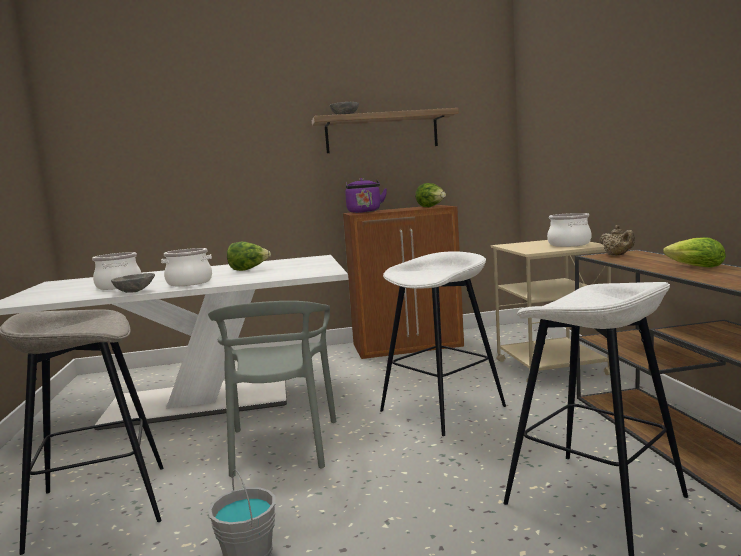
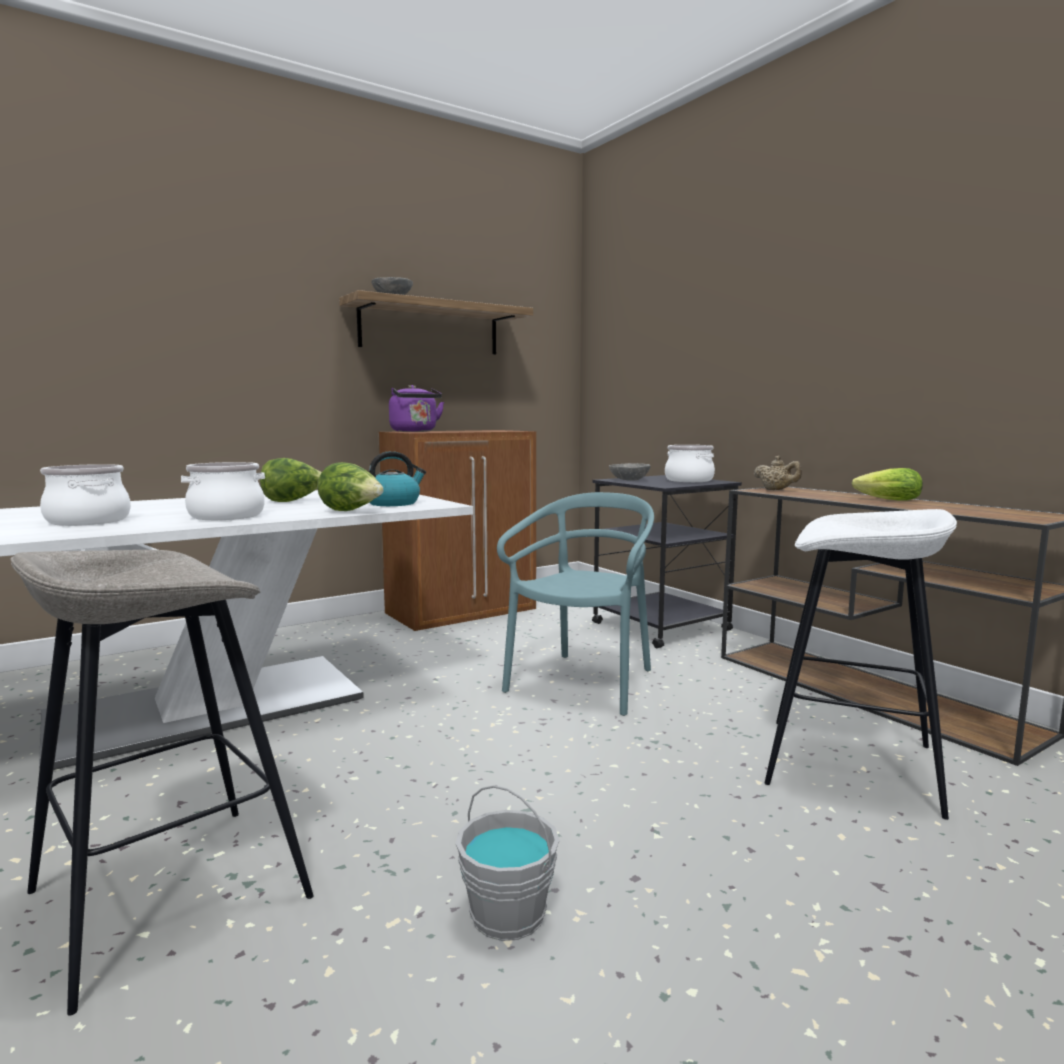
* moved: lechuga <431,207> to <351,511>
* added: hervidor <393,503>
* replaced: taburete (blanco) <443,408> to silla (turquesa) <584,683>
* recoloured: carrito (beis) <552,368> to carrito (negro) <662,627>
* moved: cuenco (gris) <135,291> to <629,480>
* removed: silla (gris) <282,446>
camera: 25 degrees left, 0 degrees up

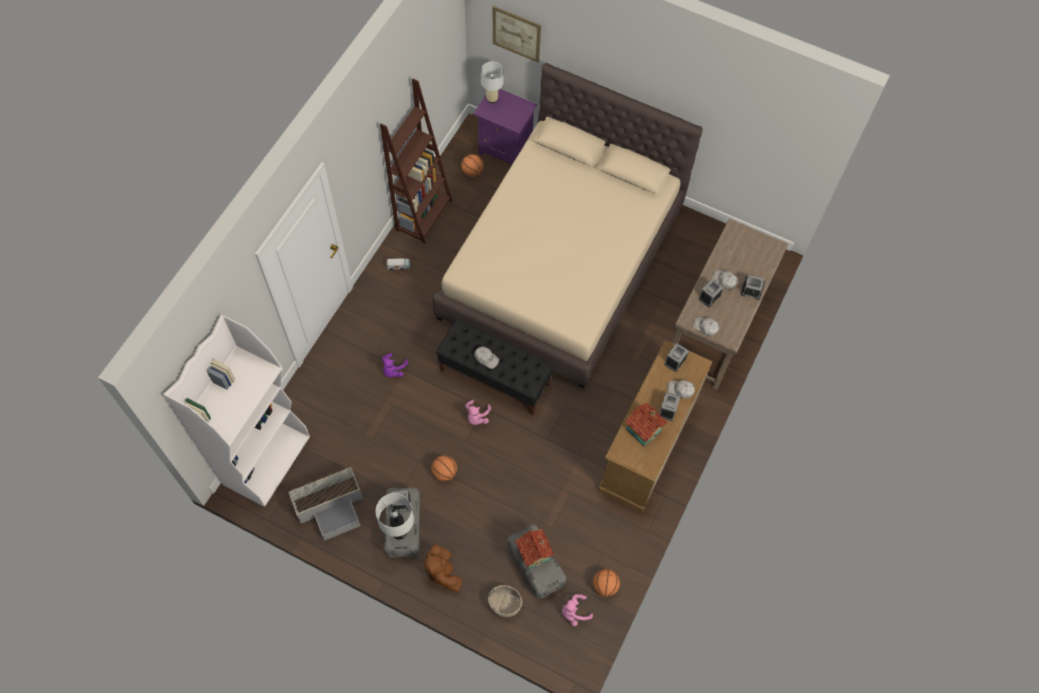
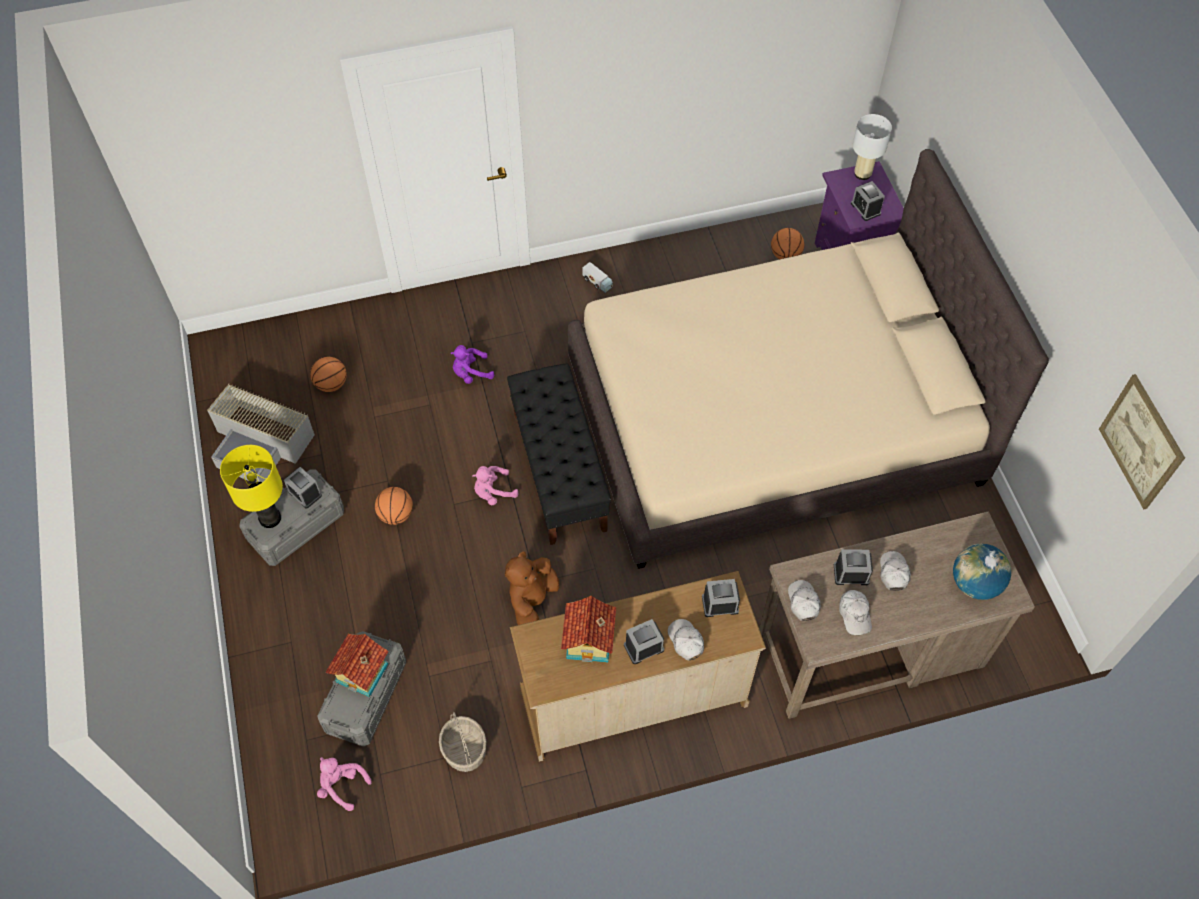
* recoloured: lámpara de mesa (blanco) <399,532> to lámpara de mesa (amarillo) <270,518>
* moved: balón de baloncesto <605,586> to <331,384>
* moved: cesta <504,604> to <464,749>
* moved: peluche (marrón) <442,572> to <532,599>
* moved: gorra (blanco) <486,358> to <855,614>
* moved: despertador <751,291> to <865,208>
* added: globo terráqueo <974,583>
* moved: cuadro <516,34> to <1141,442>
* removed: estantería (blanco) <266,459>
* removed: estantería (marrón) <424,215>
camera: 50 degrees right, 5 degrees down

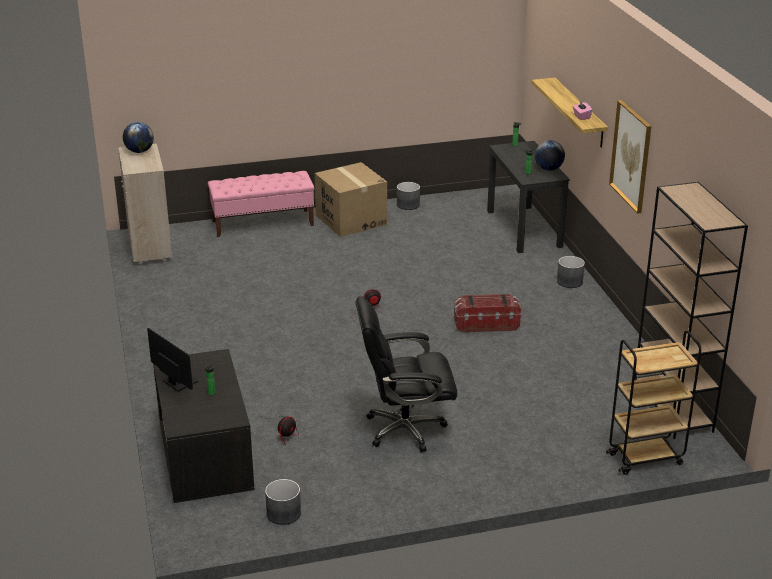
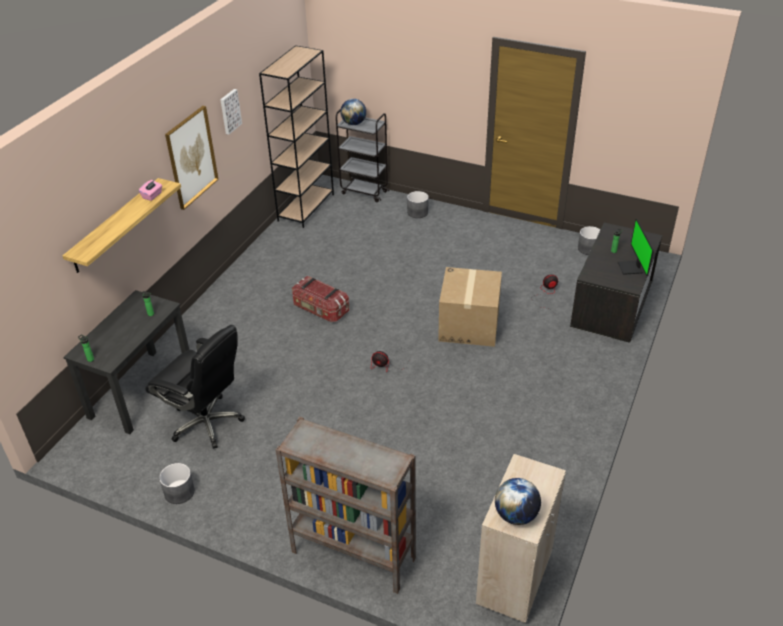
* moved: silla de oficina (negro) <406,429> to <205,422>
* added: cuadro <229,111>
* replaced: banco (rosa) <263,223> to estantería (gris) <353,555>
* recoloured: carrito (marrón) <645,460> to carrito (gris) <365,192>
* moved: globo terráqueo <548,169> to <354,123>
* moved: maceta (gris) <570,282> to <417,212>
* moved: caja de cartón <351,220> to <469,325>
camera: 140 degrees left, 10 degrees up

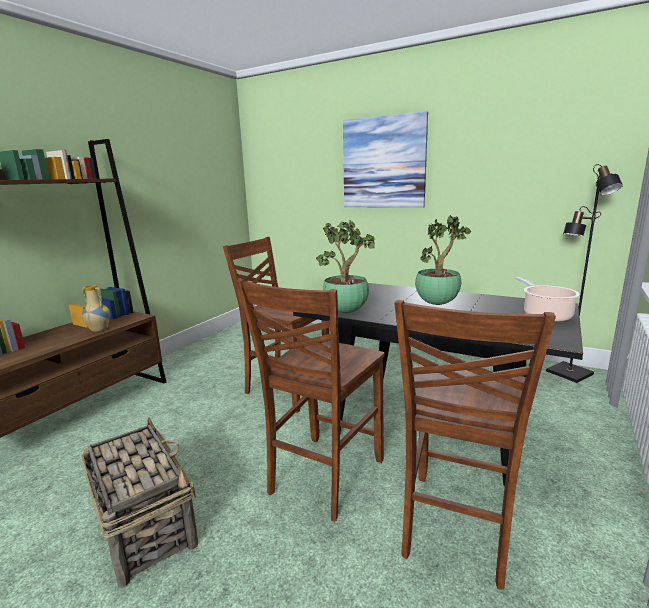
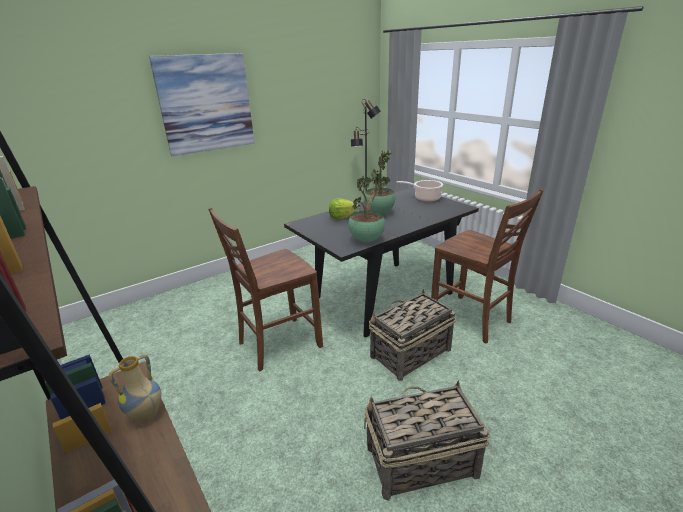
* added: lechuga <342,217>
* replaced: silla (marrón) <323,476> to cesta <410,353>
camera: 65 degrees left, 10 degrees up

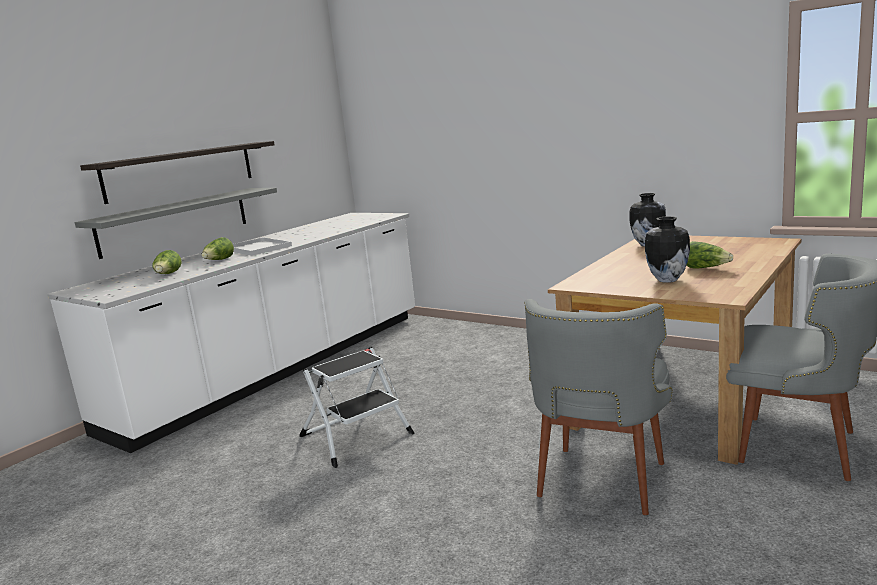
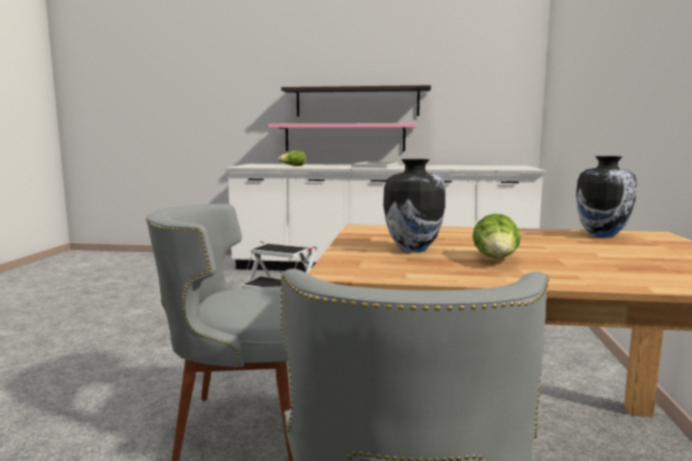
* recoloured: estante (gris) <175,221> to estante (rosa) <344,137>
* removed: lechuga <219,260>
camera: 60 degrees right, 5 degrees down

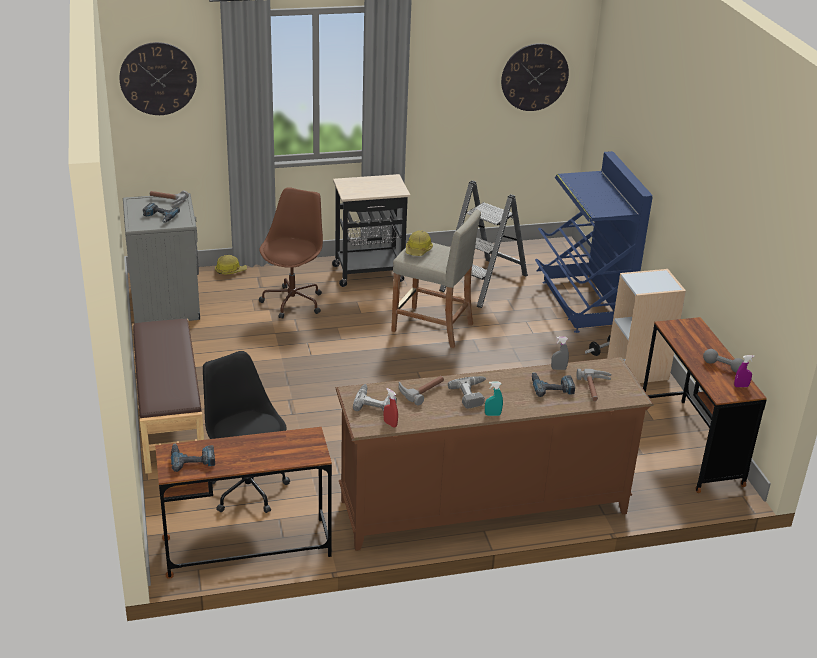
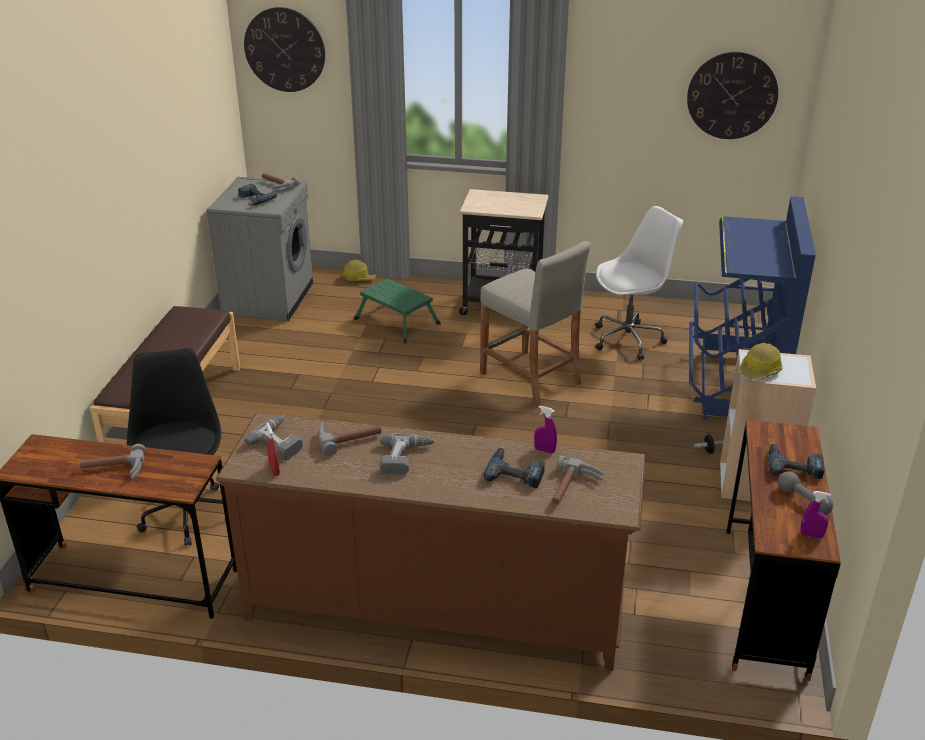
* added: martillo <113,471>
* replaced: silla de oficina (marrón) <293,302> to escalera de tijera (verde) <397,321>
* recoloured: pulverizador (gris) <558,368> to pulverizador (morado) <544,450>
* replaced: escalera de tijera (gris) <484,282> to silla de oficina (blanco) <629,340>
* moved: casco <418,250> to <759,371>
* moved: taladro <192,459> to <794,465>
* removed: pulverizador (turquesa) <492,414>
camera: 25 degrees right, 0 degrees up

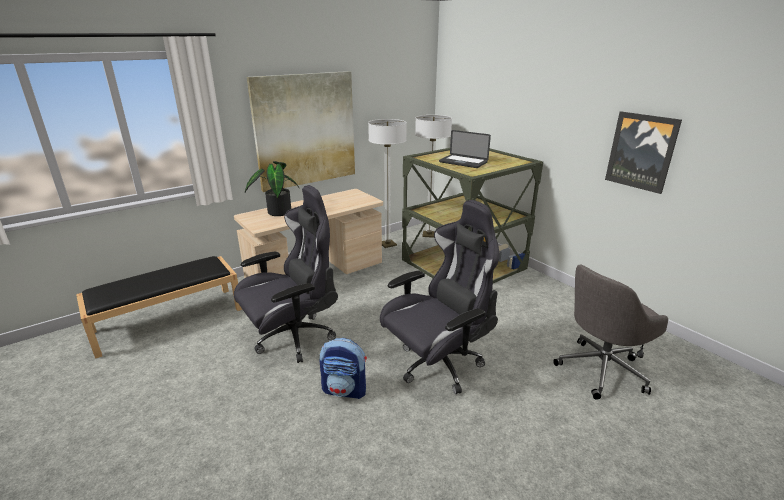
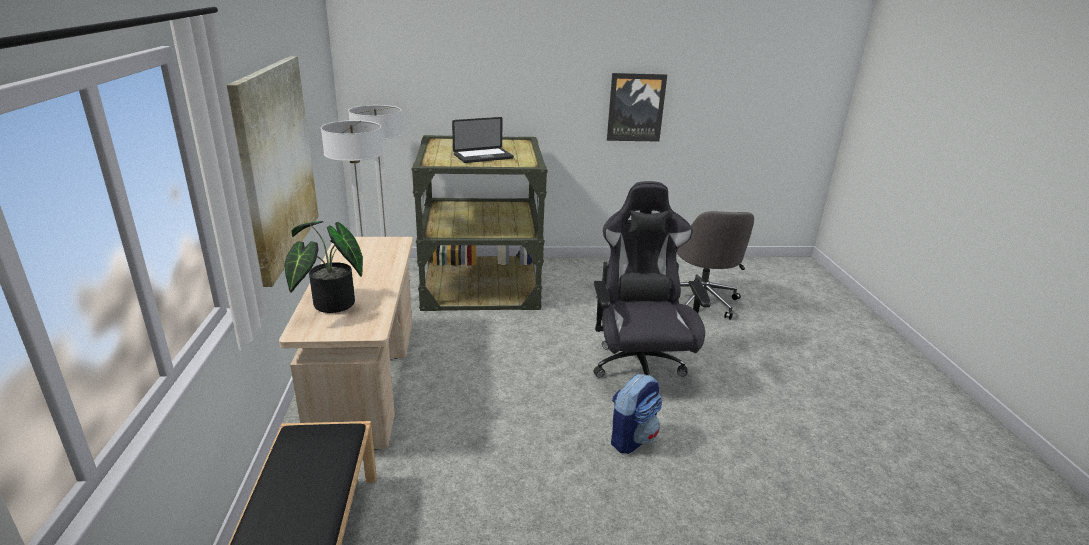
* removed: silla de oficina (negro) <290,340>
camera: 60 degrees left, 0 degrees up

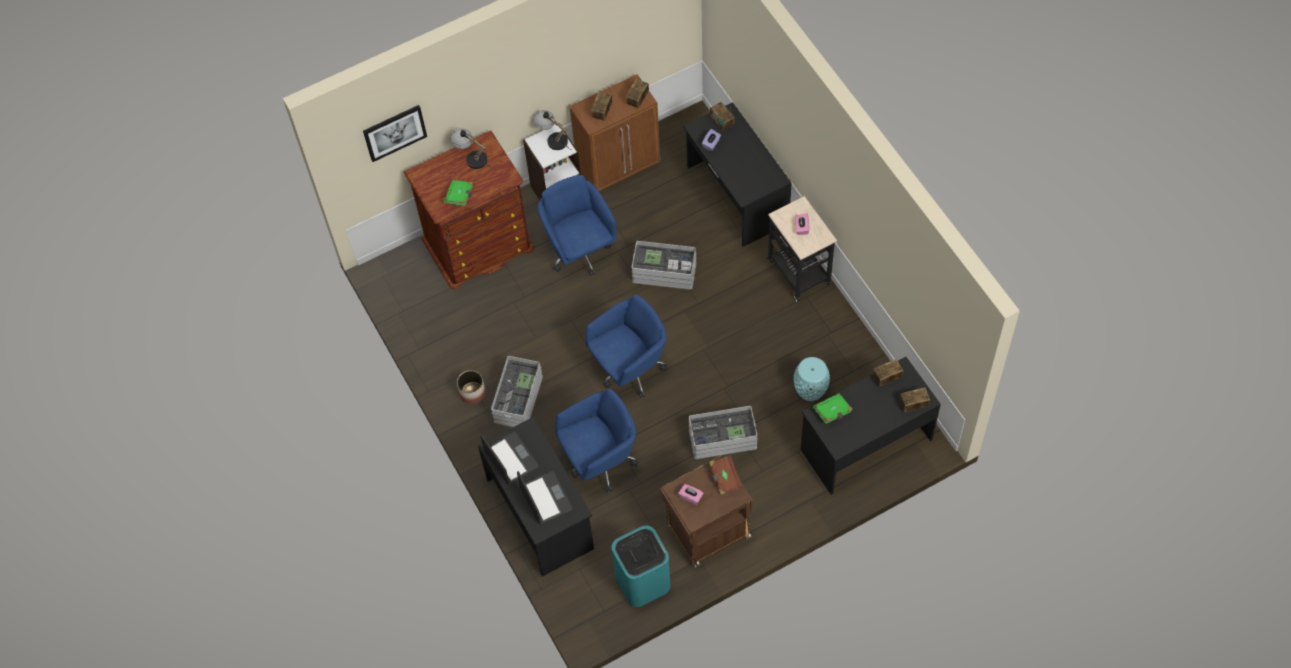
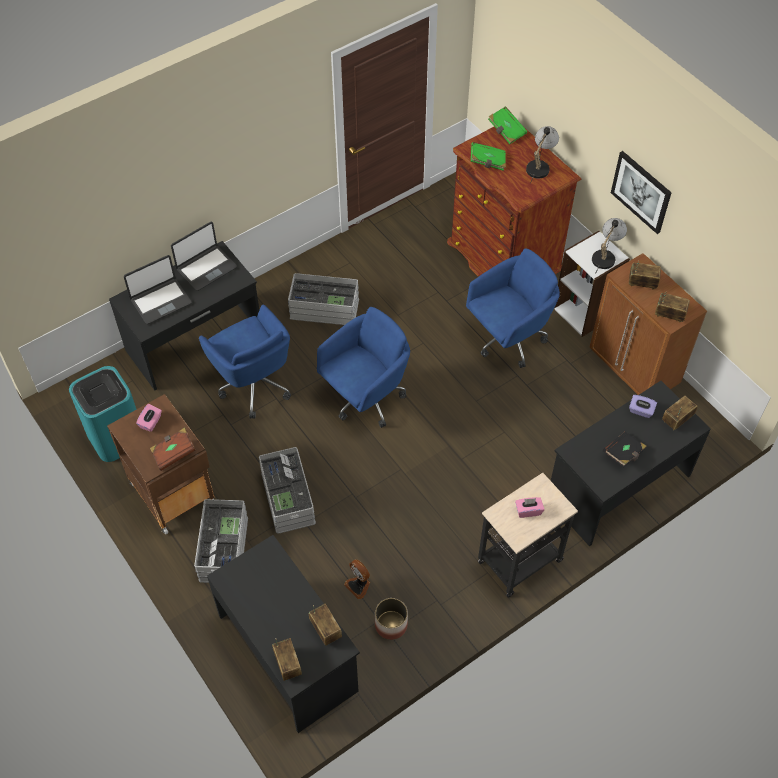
* moved: caja de almacenaje (gris) <664,271> to <224,548>
* turned: silla de oficina (azul) <629,371> = <365,401> 90 degrees counterclockwise
* replaced: taburete (turquesa) <810,389> to ventilador <359,585>
* moved: maceta <472,393> to <390,625>
* moved: libro (verde) <832,412> to <506,131>
* added: libro (negro) <623,454>
* moved: cuadro <394,132> to <641,191>
camera: 80 degrees right, 5 degrees down

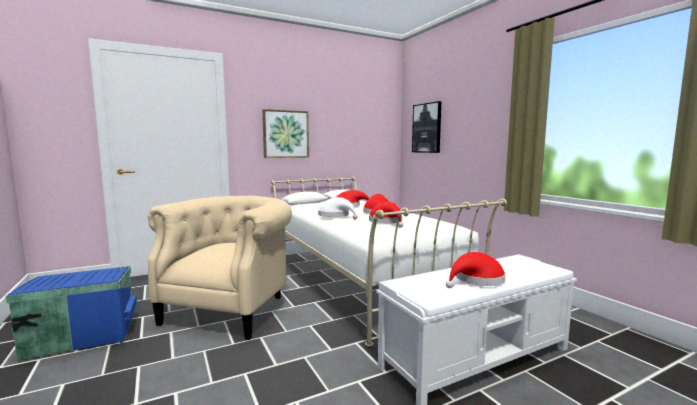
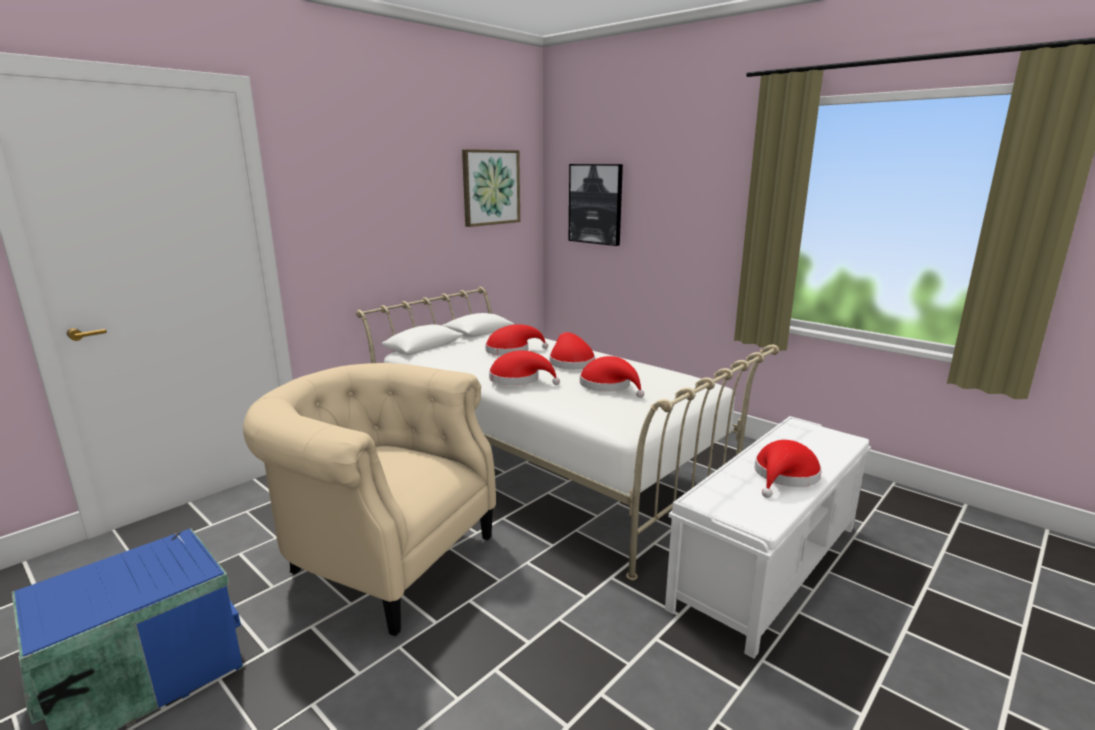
* turned: sillón (beis) <232,309> = <382,558> 60 degrees counterclockwise
* moved: cuadro <286,134> to <490,187>
* recoloured: sombrero (blanco) <336,216> to sombrero (rojo) <518,379>
camera: 20 degrees left, 10 degrees up

